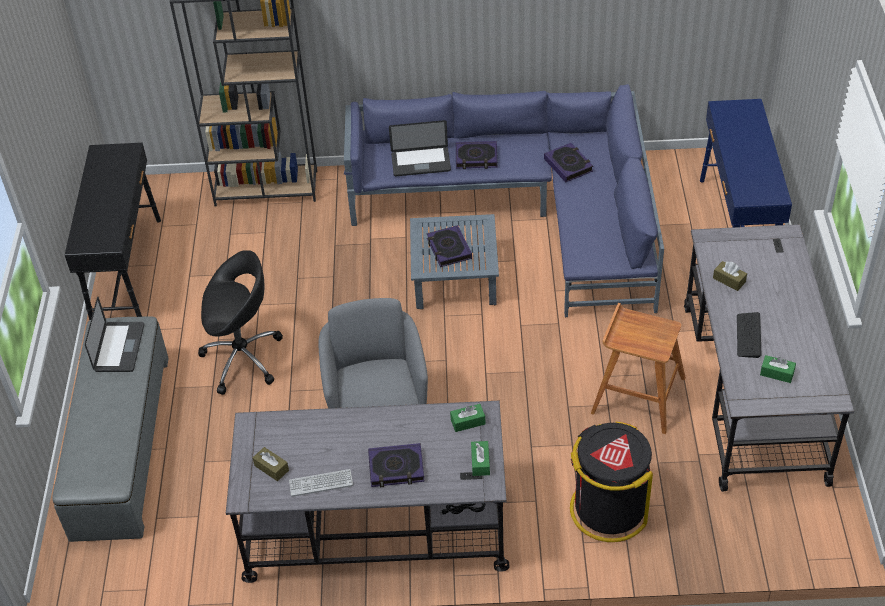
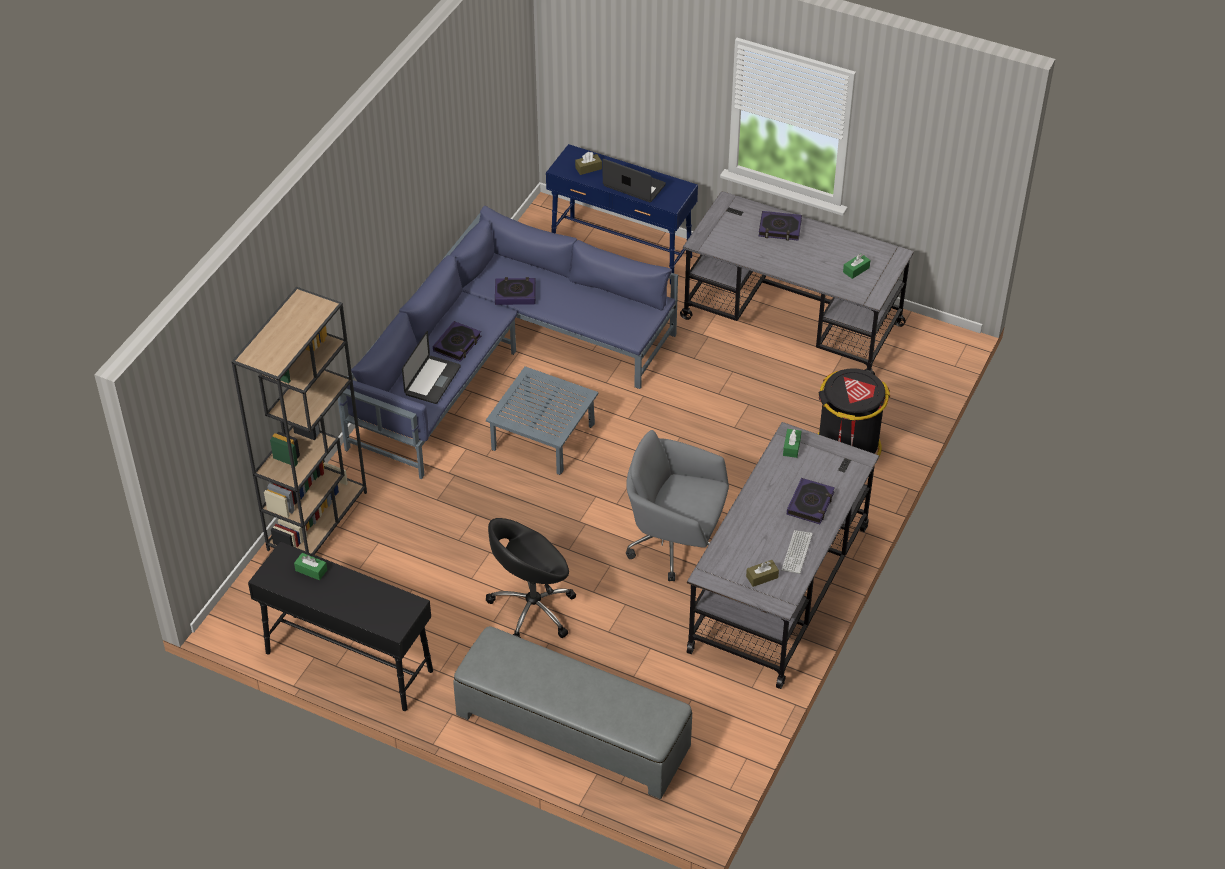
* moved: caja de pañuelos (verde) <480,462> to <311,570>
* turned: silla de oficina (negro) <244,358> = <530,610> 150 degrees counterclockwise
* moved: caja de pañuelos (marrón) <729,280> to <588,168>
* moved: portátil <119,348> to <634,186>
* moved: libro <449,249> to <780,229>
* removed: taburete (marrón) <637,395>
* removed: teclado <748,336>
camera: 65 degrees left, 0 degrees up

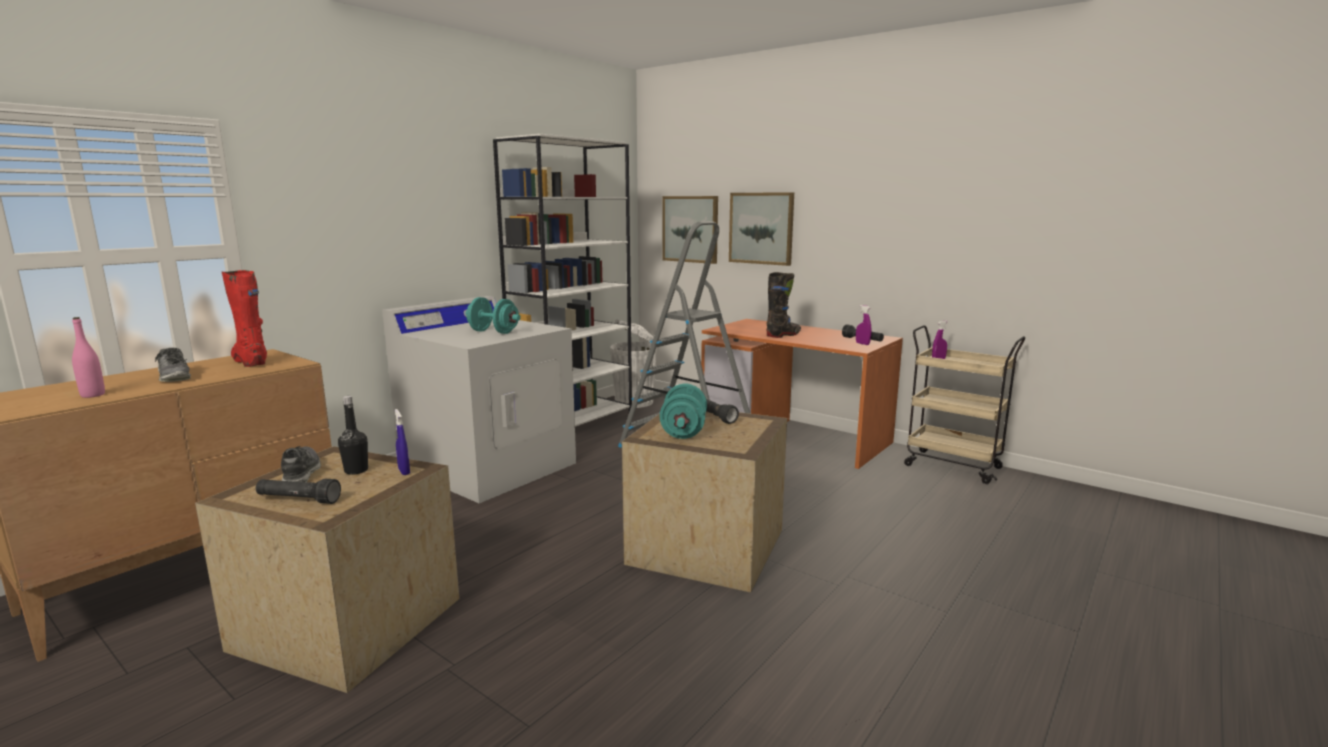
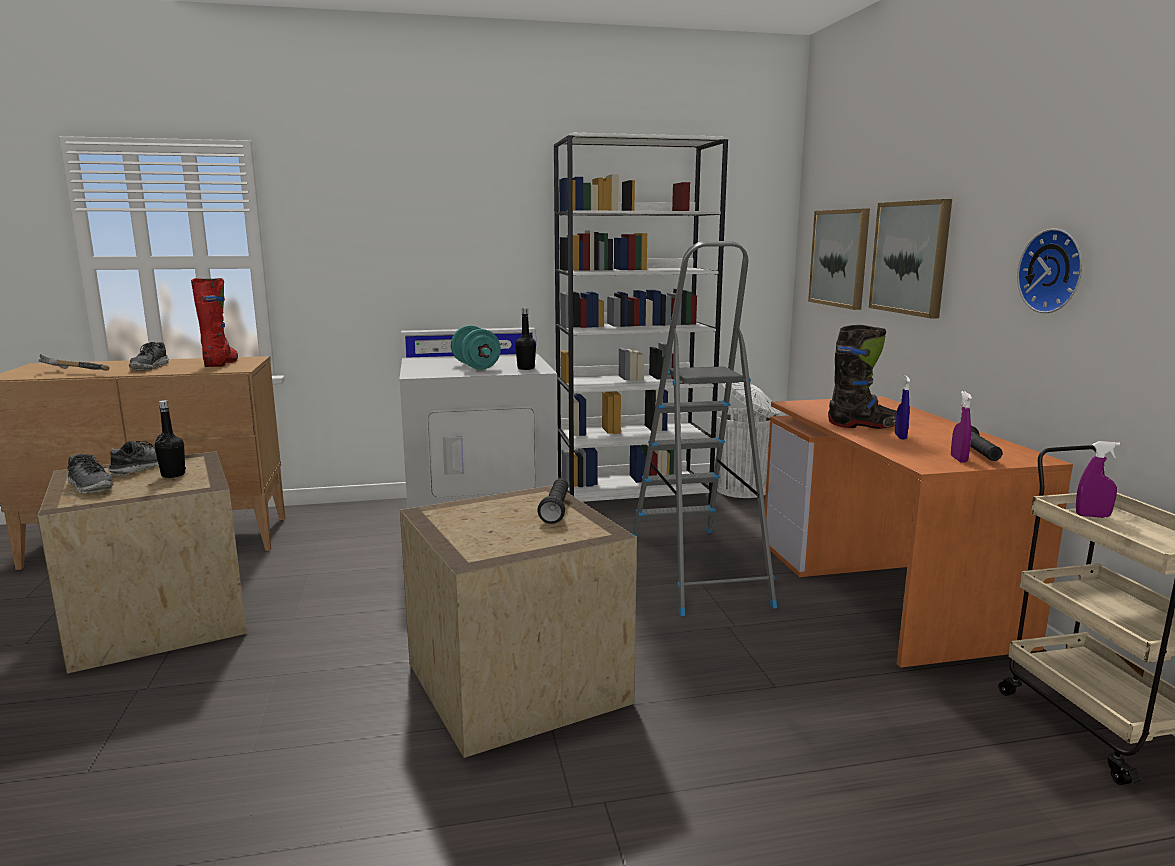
* replaced: botella (rosa) <93,395> to martillo <77,372>
* replaced: linterna (negro) <298,500> to zapato <90,486>
* added: botella (negro) <526,368>
* moved: pulverizador (azul) <404,471> to <900,437>
* added: reloj de pared <1054,271>
* removed: mancuerna (turquesa) <683,431>
camera: 40 degrees right, 0 degrees up

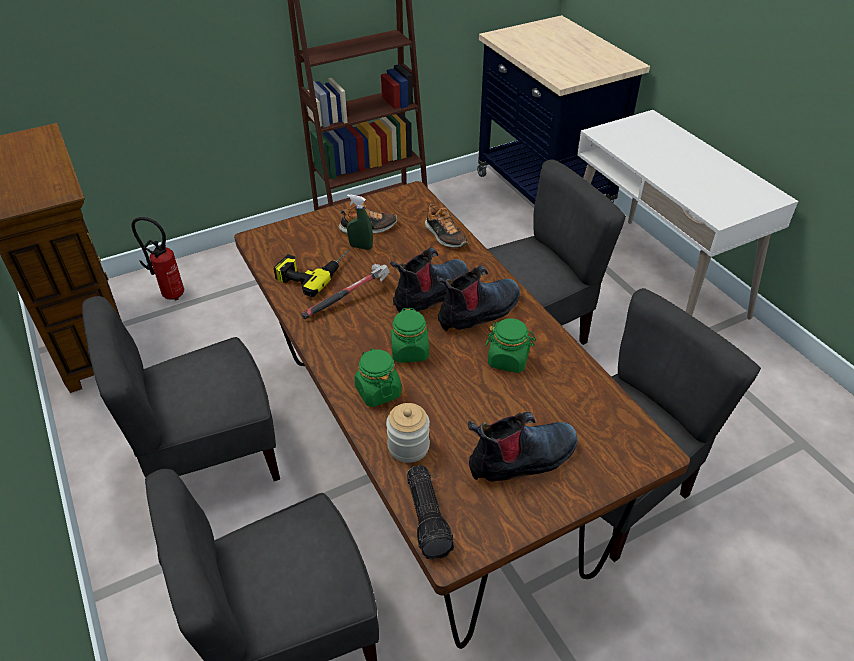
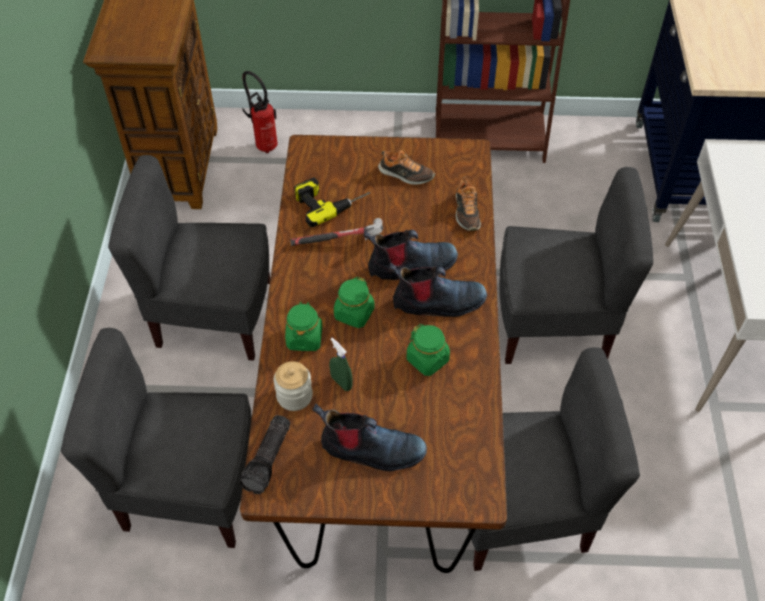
* moved: pulverizador (verde) <361,247> to <341,382>
camera: 30 degrees right, 10 degrees up

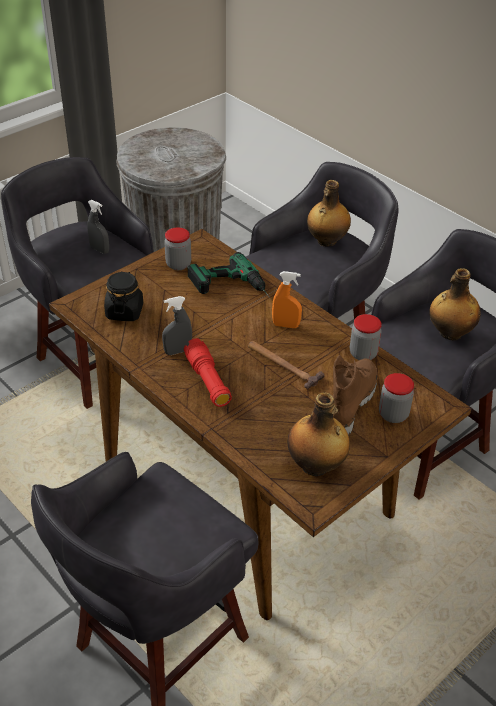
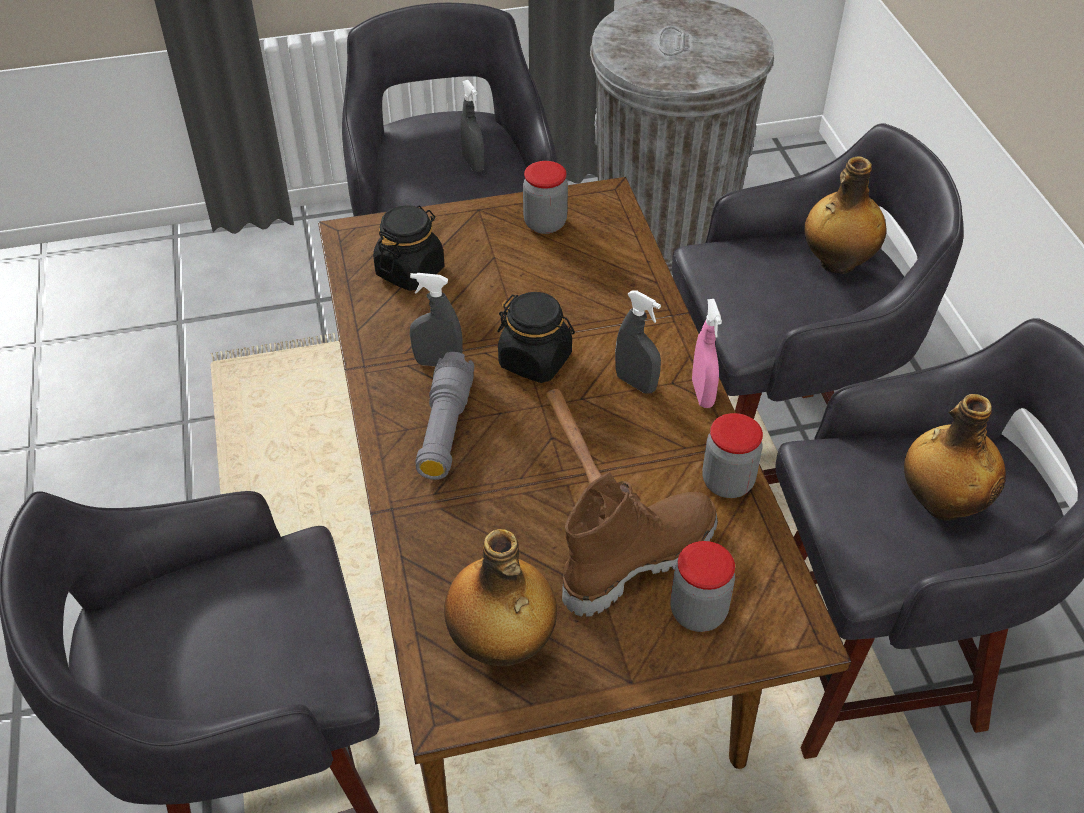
* recoloured: linterna (rojo) <208,381> to linterna (gris) <445,428>
* added: tarro (negro) <535,360>
* recoloured: pulverizador (naranja) <286,325> to pulverizador (gris) <635,383>
* added: pulverizador (rosa) <702,394>
* removed: taladro <231,288>
camera: 30 degrees right, 5 degrees up

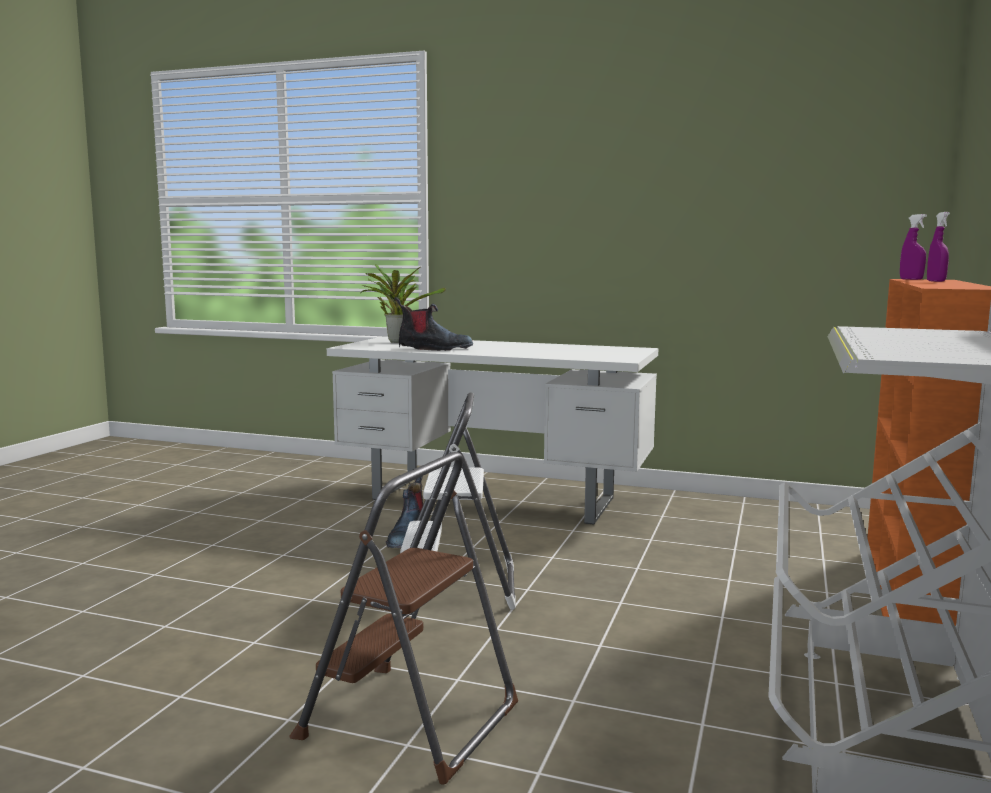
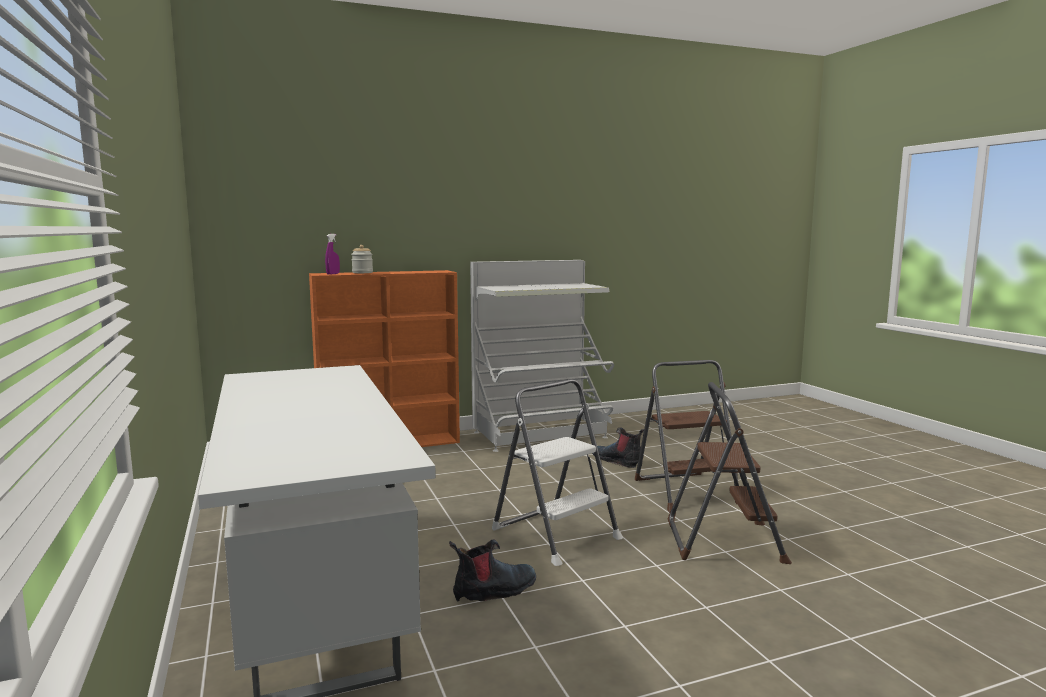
* replaced: pulverizador (morado) <936,281> to tarro <362,272>
* moved: bota <434,349> to <618,461>
* added: escalera de tijera (marrón) <719,540>
* removed: planta en maceta <397,341>
camera: 130 degrees left, 0 degrees up

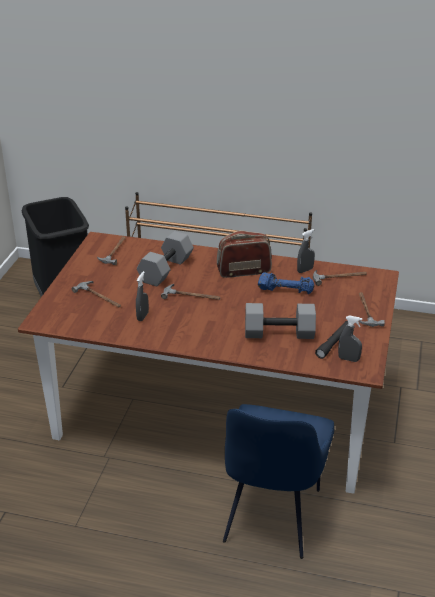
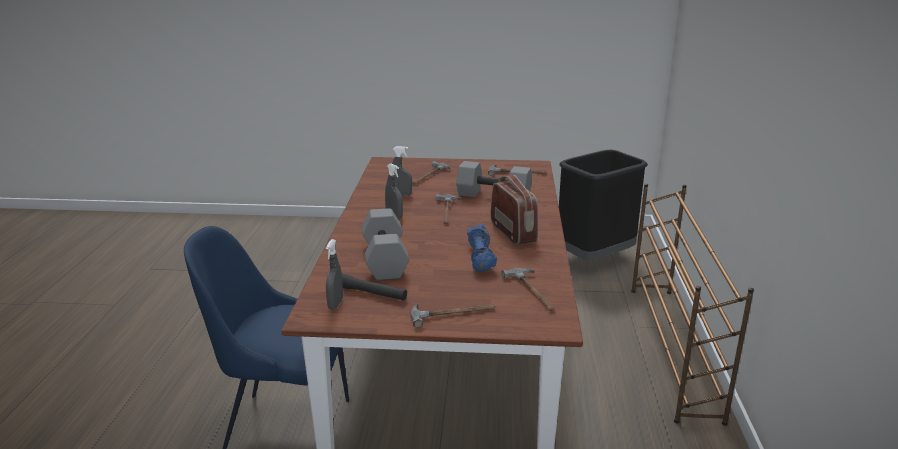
* moved: pulverizador (gris) <305,270> to <394,216>
camera: 80 degrees right, 10 degrees down

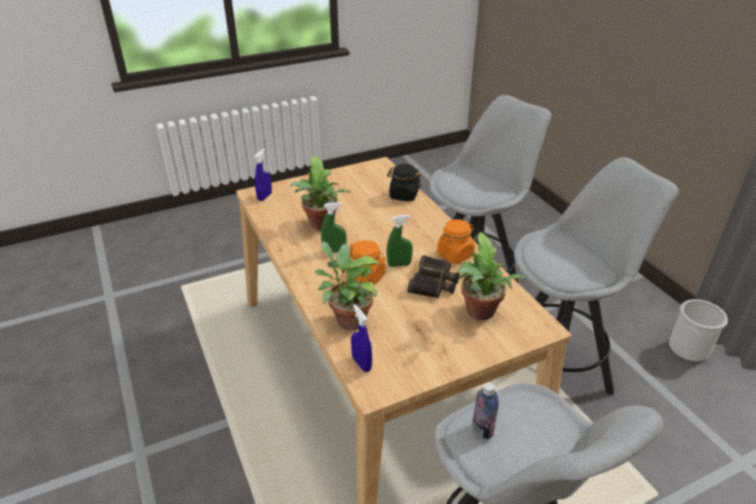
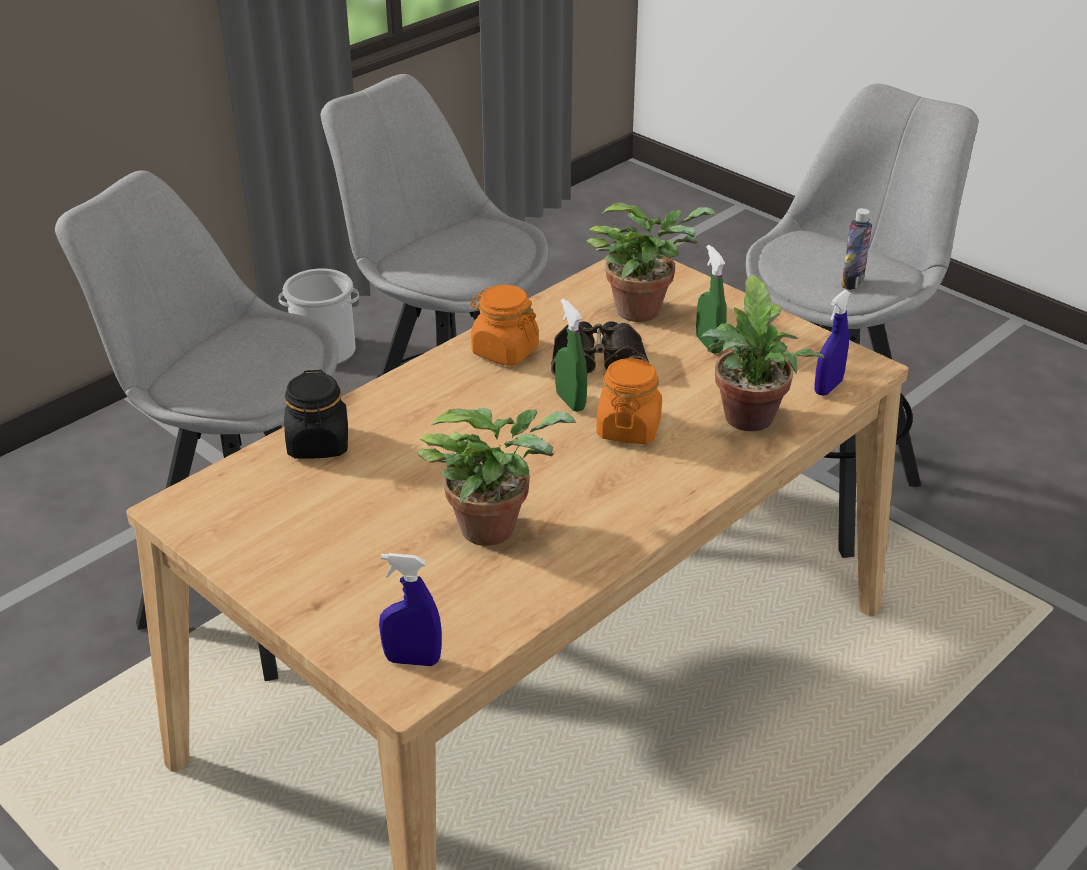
* moved: pulverizador (verde) <334,251> to <709,344>
camera: 110 degrees left, 0 degrees up

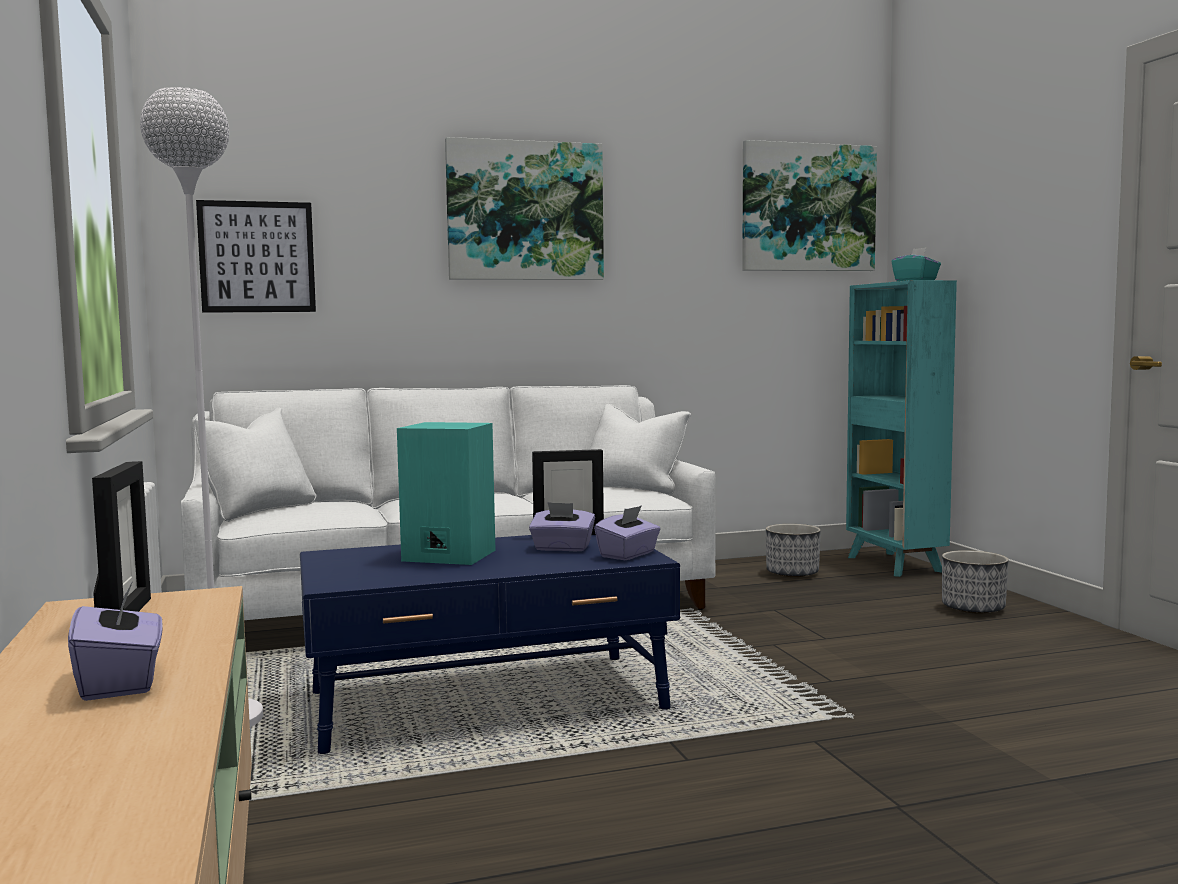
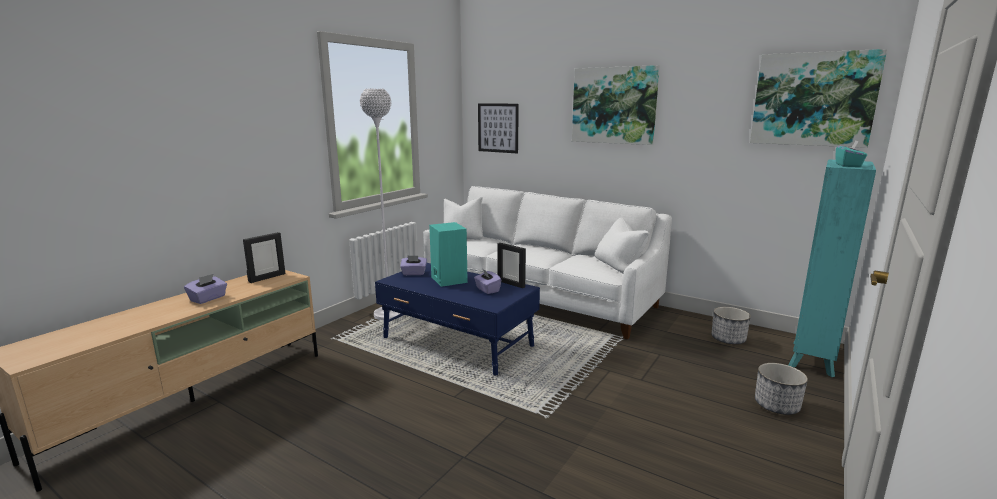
* moved: caja de pañuelos (morado) <628,555> to <414,273>
camera: 50 degrees right, 10 degrees up

